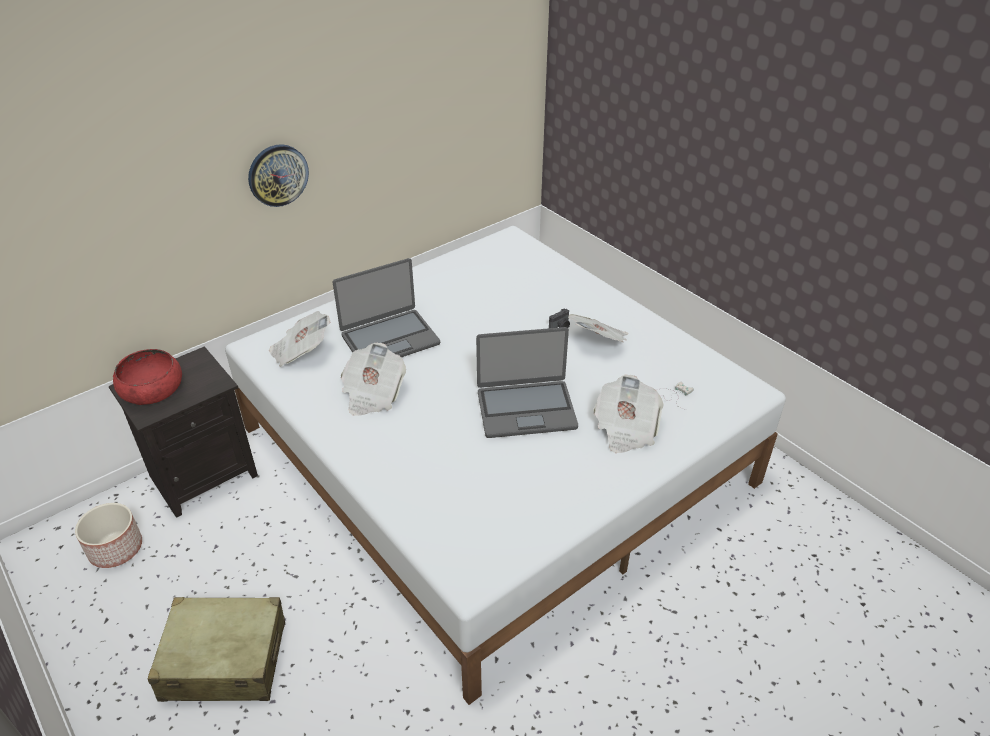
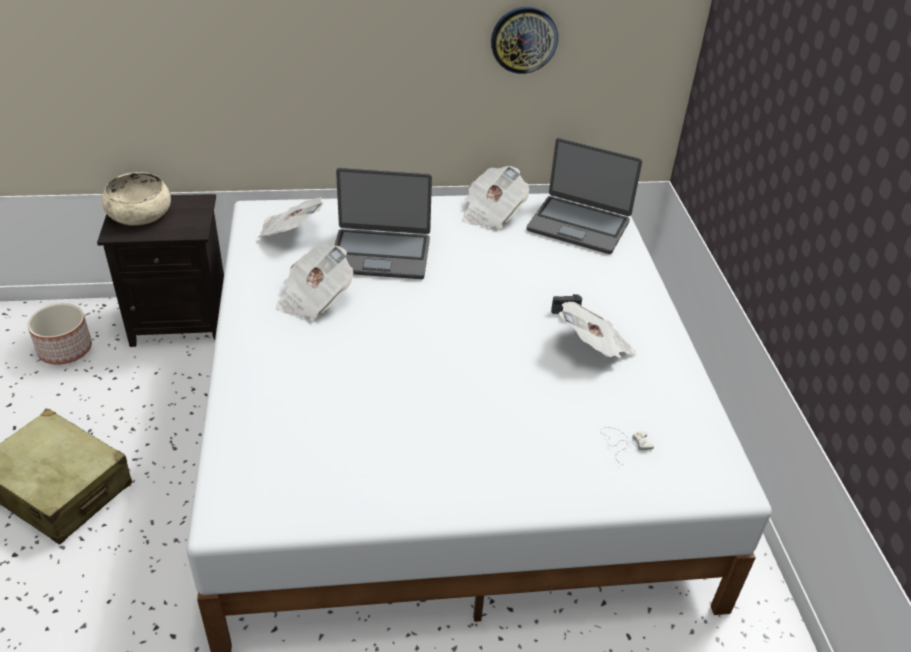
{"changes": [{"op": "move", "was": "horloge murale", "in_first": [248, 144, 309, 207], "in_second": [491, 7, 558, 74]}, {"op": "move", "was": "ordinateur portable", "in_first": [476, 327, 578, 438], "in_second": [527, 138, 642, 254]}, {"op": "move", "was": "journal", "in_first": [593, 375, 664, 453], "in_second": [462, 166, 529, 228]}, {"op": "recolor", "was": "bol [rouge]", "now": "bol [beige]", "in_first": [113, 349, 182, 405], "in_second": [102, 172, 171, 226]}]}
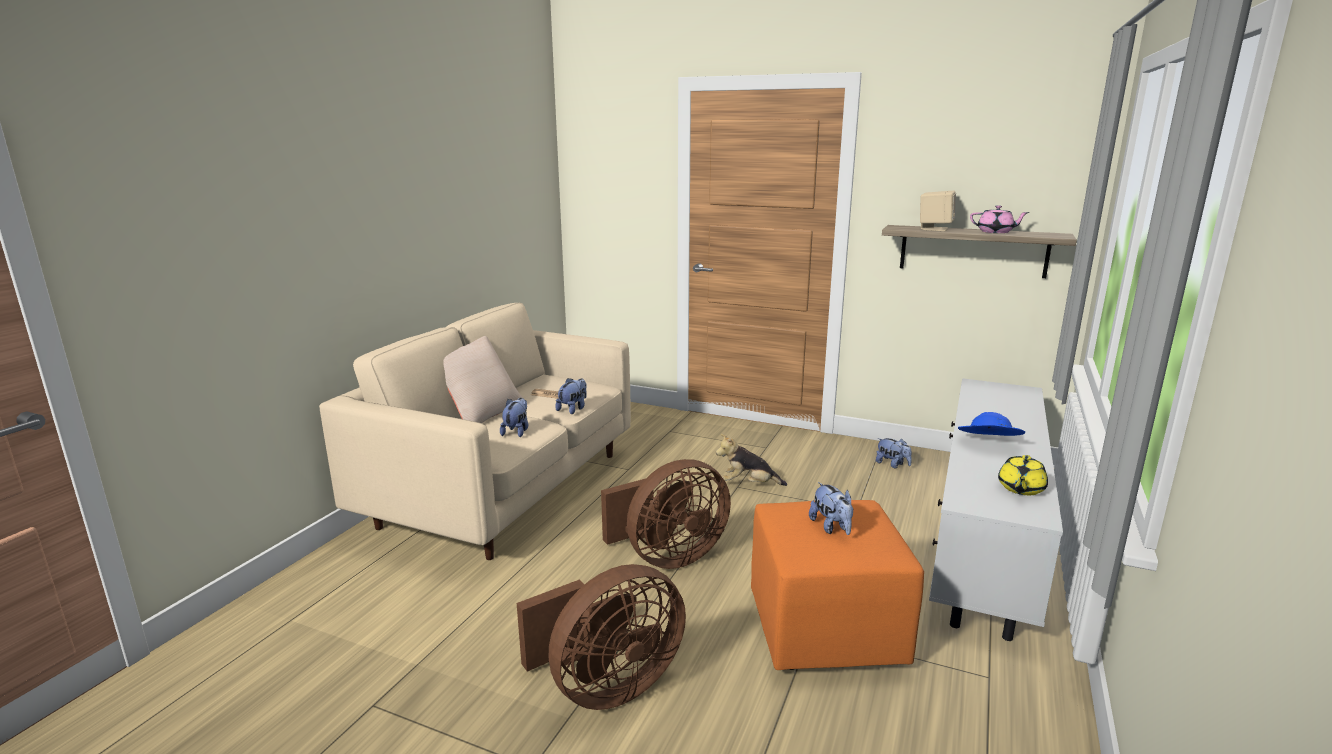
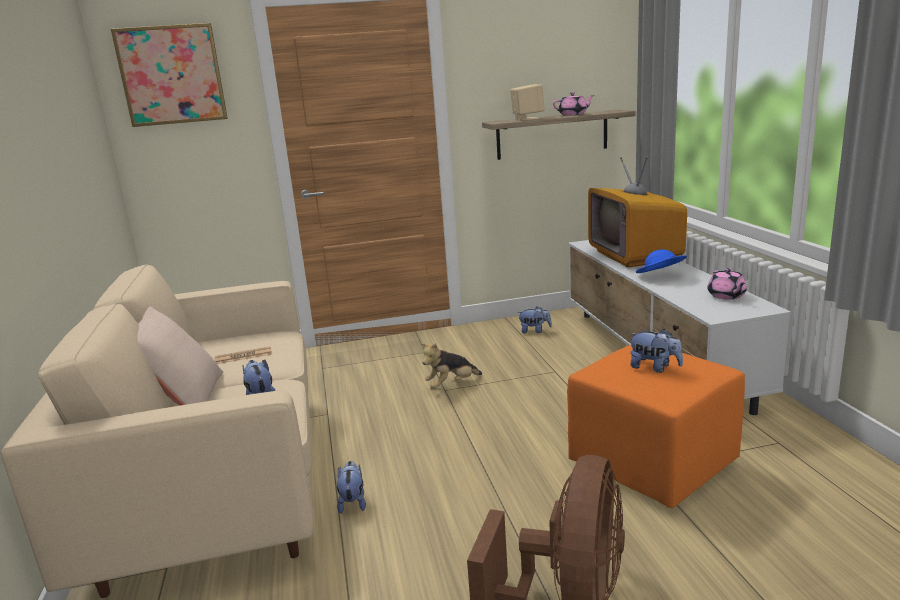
{"changes": [{"op": "delete", "was": "ventilateur [marron]", "in_first": [601, 459, 731, 569]}, {"op": "insert", "now": "tableau", "in_second": [111, 23, 228, 127]}, {"op": "insert", "now": "téléviseur", "in_second": [588, 156, 687, 267]}, {"op": "move", "was": "peluche", "in_first": [555, 378, 587, 414], "in_second": [337, 461, 366, 514]}, {"op": "recolor", "was": "théière [jaune]", "now": "théière [rose]", "in_first": [998, 455, 1048, 495], "in_second": [707, 268, 747, 300]}]}
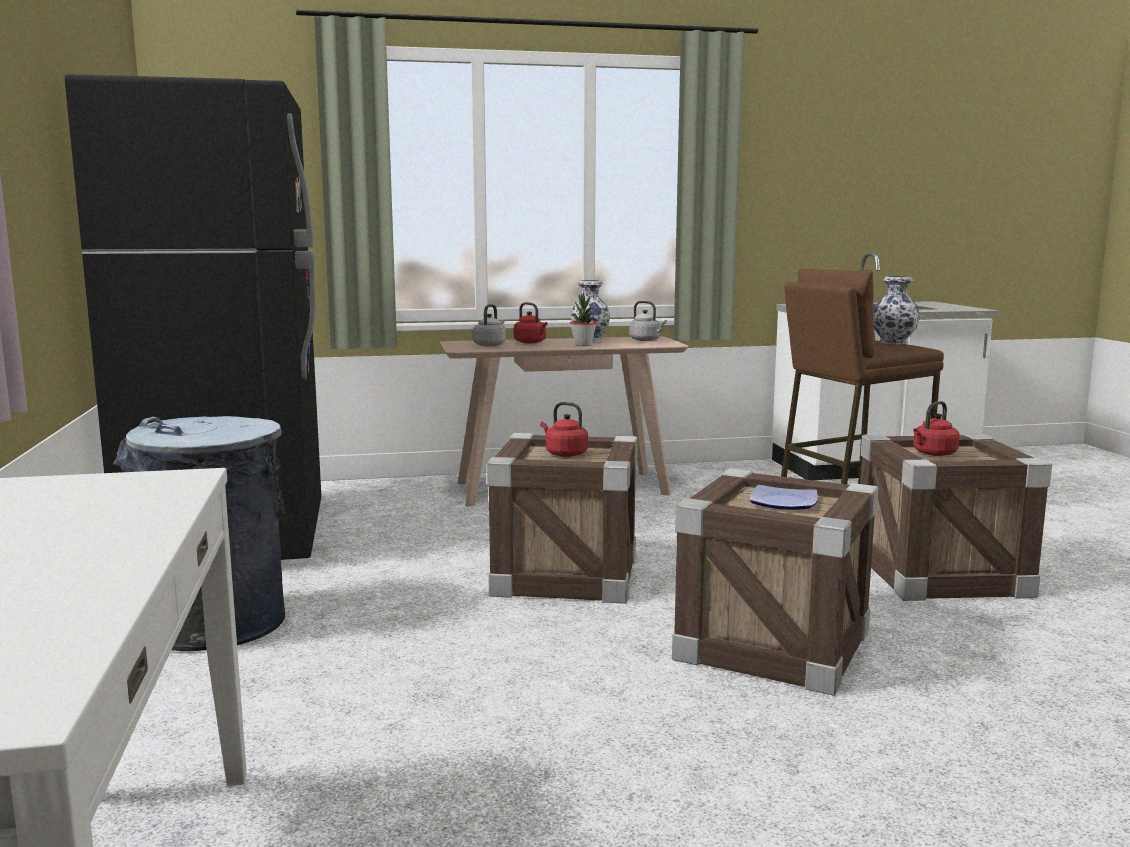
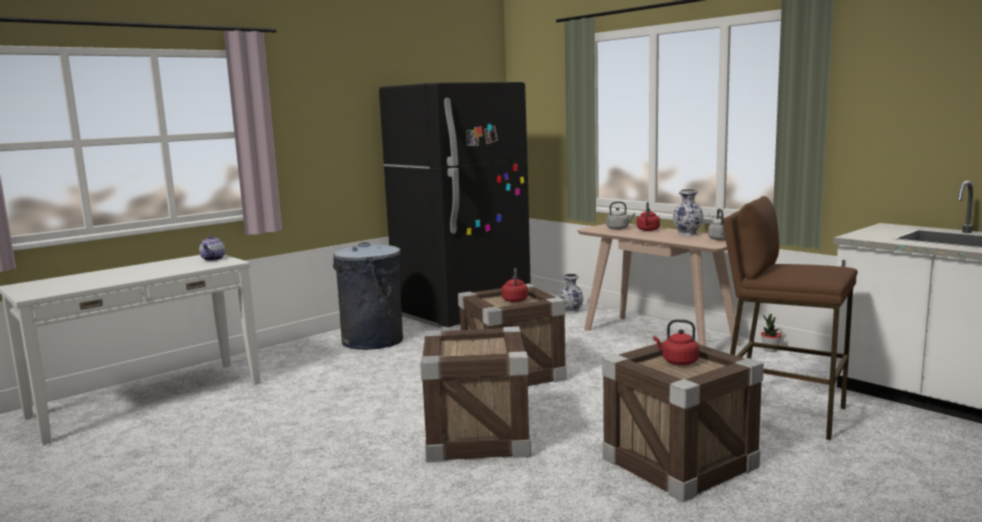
{"changes": [{"op": "delete", "was": "assiette", "in_first": [750, 485, 818, 510]}, {"op": "insert", "now": "théière", "in_second": [199, 235, 225, 261]}, {"op": "move", "was": "plante en pot", "in_first": [570, 294, 596, 346], "in_second": [761, 314, 782, 352]}, {"op": "move", "was": "vase", "in_first": [873, 276, 920, 344], "in_second": [559, 274, 584, 314]}]}
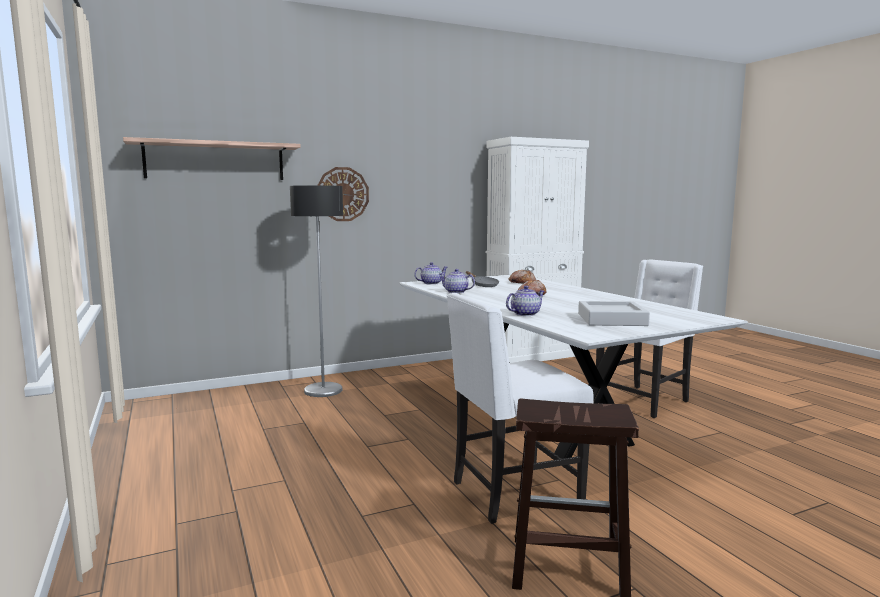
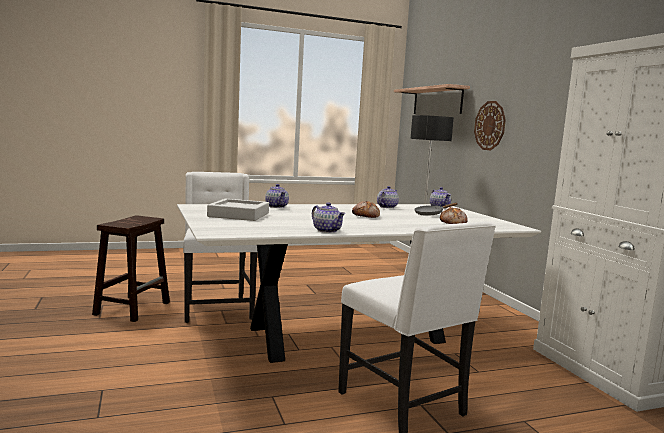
{"changes": [{"op": "insert", "now": "théière", "in_second": [312, 202, 345, 233]}]}
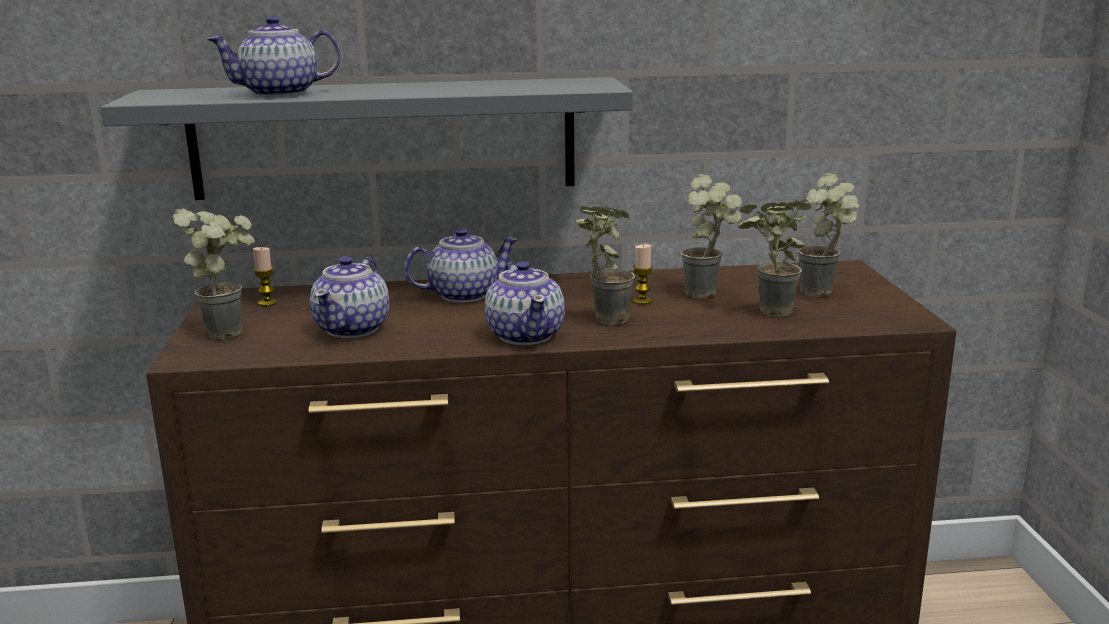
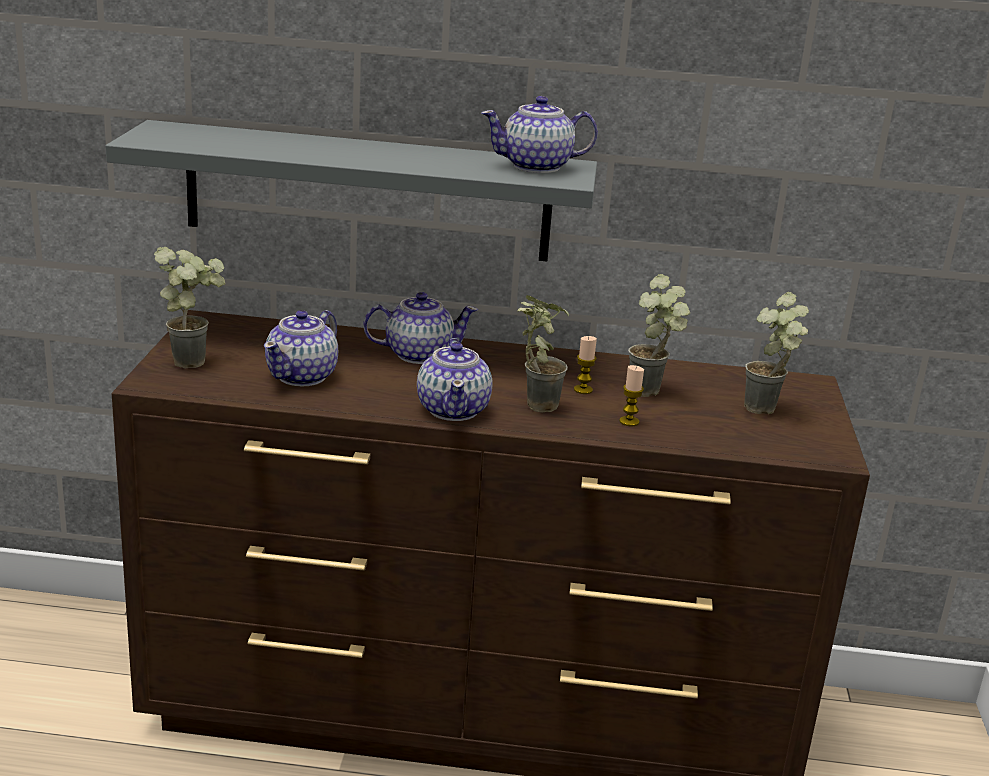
{"changes": [{"op": "delete", "was": "plante en pot", "in_first": [738, 199, 812, 317]}, {"op": "move", "was": "théière", "in_first": [207, 16, 341, 97], "in_second": [481, 96, 598, 173]}, {"op": "move", "was": "bougie", "in_first": [253, 247, 278, 306], "in_second": [619, 365, 644, 426]}]}
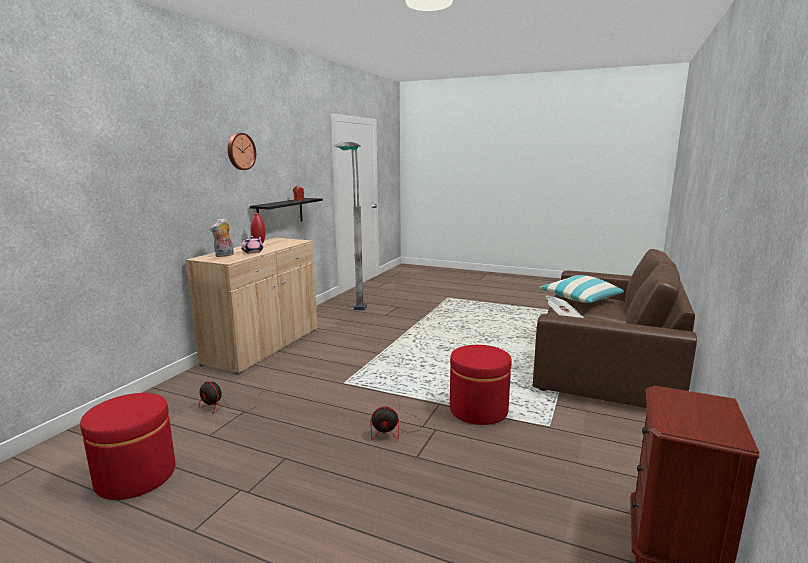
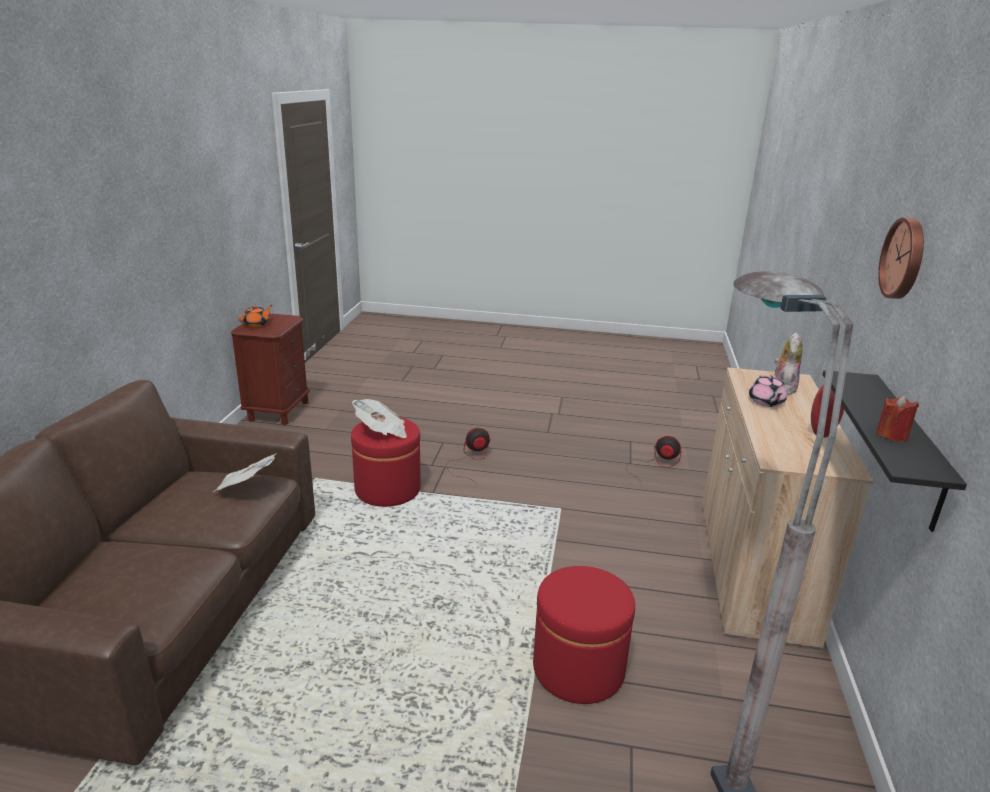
{"changes": [{"op": "delete", "was": "coussin", "in_first": [540, 275, 624, 303]}, {"op": "insert", "now": "théière [orange]", "in_second": [239, 305, 272, 328]}, {"op": "insert", "now": "journal", "in_second": [352, 399, 407, 438]}, {"op": "move", "was": "pouf [rouge]", "in_first": [80, 393, 176, 500], "in_second": [533, 566, 635, 704]}]}
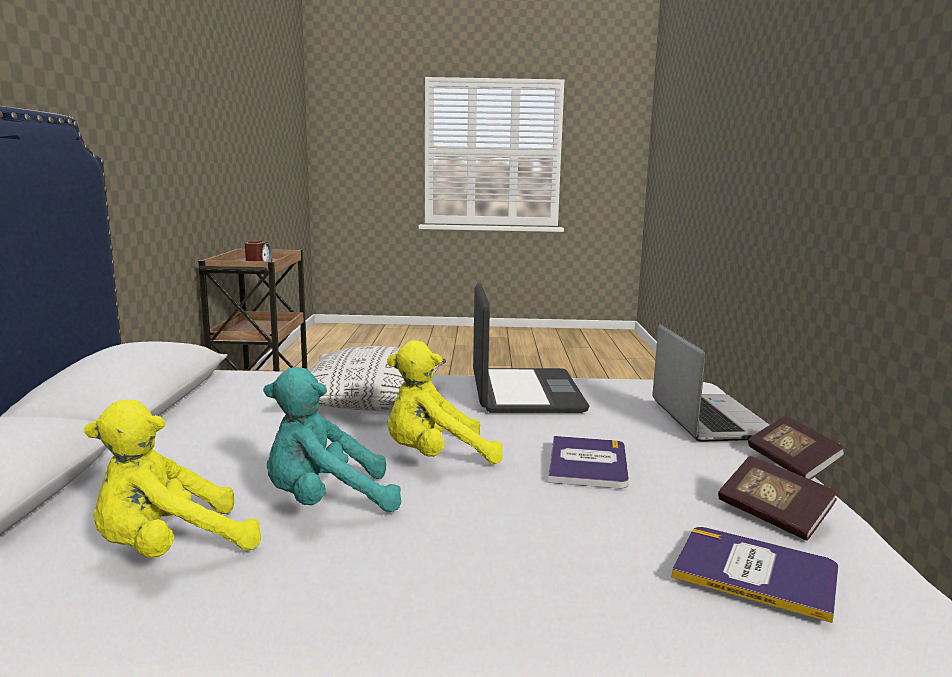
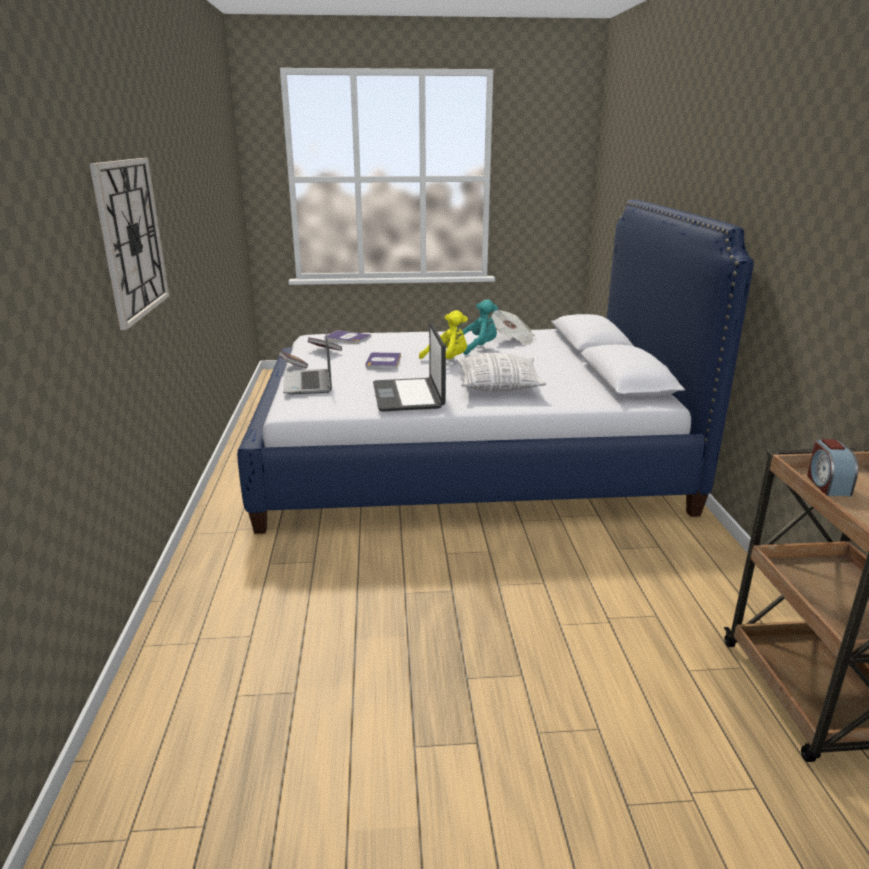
{"changes": [{"op": "insert", "now": "horloge murale", "in_second": [89, 158, 169, 330]}, {"op": "replace", "was": "peluche [jaune]", "now": "journal", "in_first": [84, 399, 261, 558], "in_second": [491, 310, 535, 345]}]}
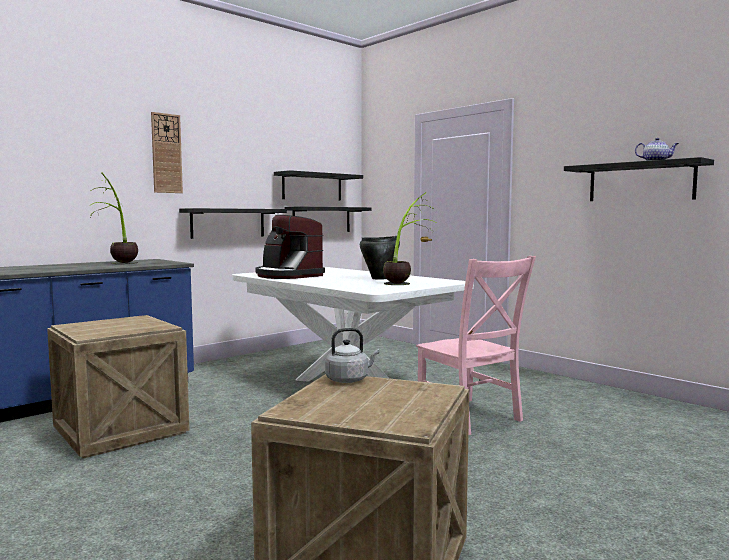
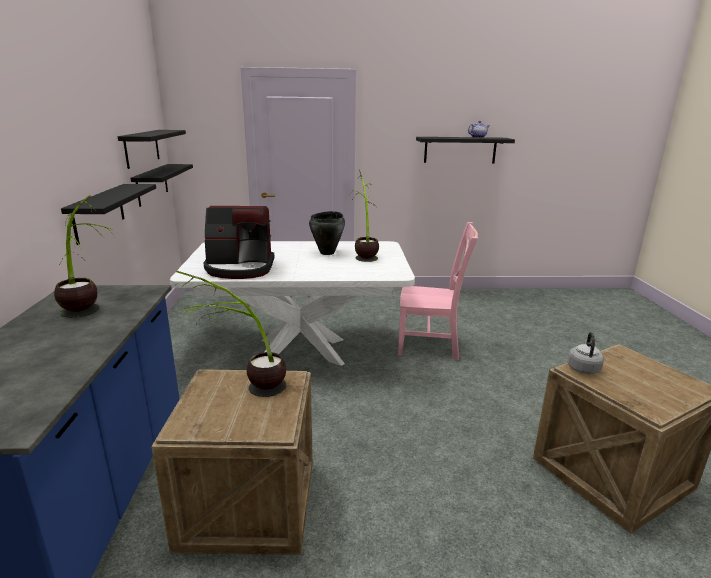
{"changes": [{"op": "delete", "was": "horloge murale", "in_first": [151, 112, 183, 193]}, {"op": "insert", "now": "plante en pot", "in_second": [177, 271, 286, 397]}]}
